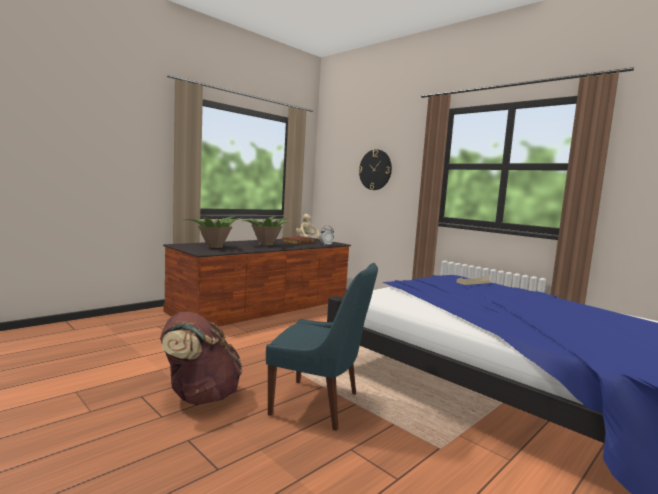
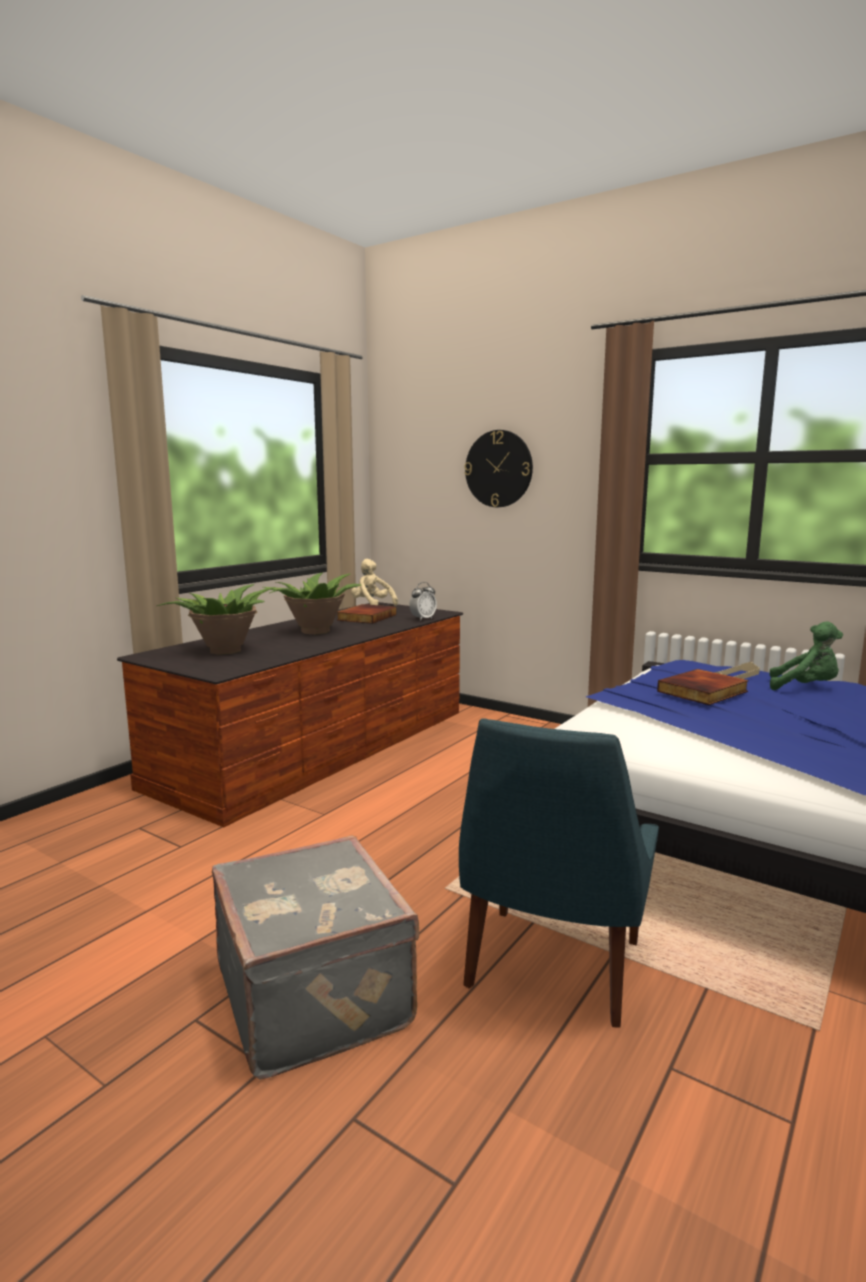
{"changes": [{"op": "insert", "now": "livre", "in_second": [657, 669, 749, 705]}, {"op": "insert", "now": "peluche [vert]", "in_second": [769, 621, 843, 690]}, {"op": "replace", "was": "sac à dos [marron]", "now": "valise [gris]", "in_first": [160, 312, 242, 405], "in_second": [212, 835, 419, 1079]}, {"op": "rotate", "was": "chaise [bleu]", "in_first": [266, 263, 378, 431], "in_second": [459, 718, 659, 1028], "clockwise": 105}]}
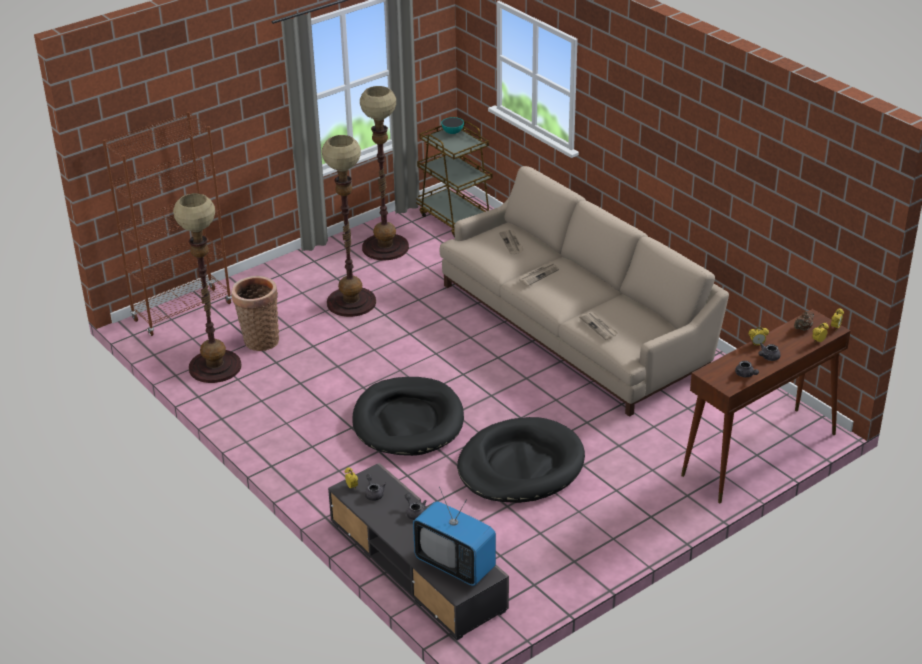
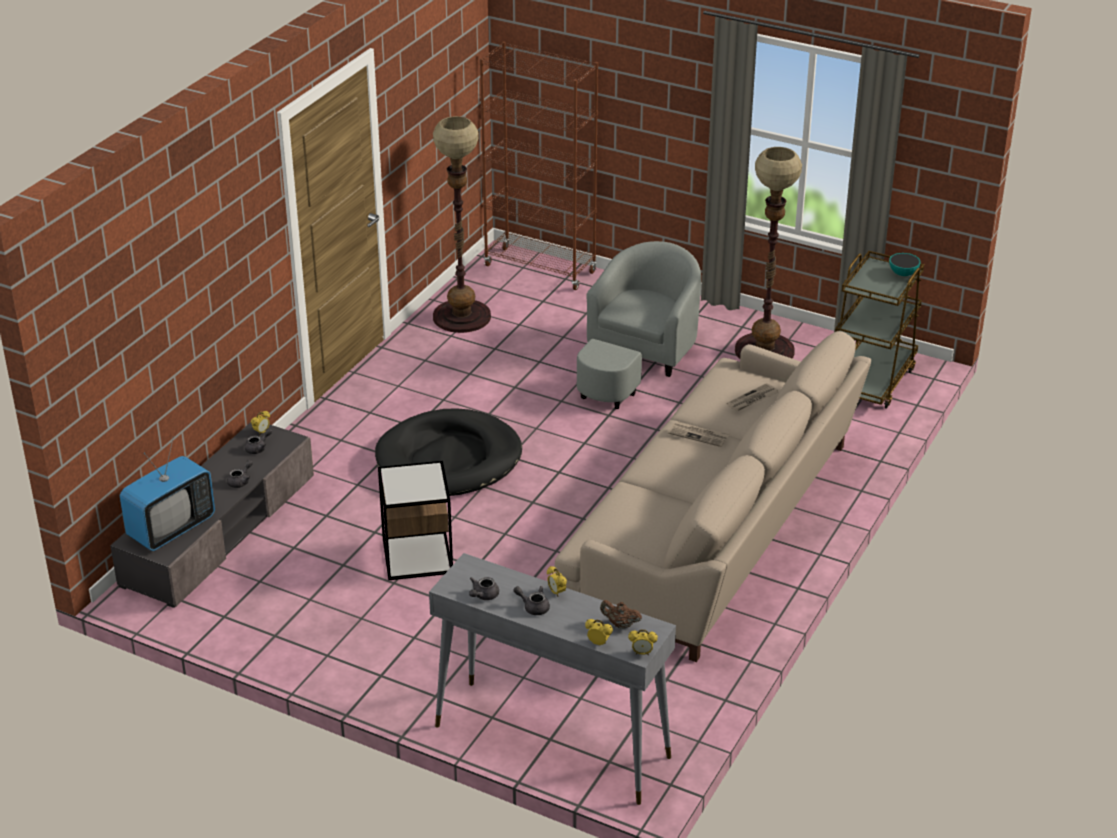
{"changes": [{"op": "delete", "was": "panier", "in_first": [232, 276, 279, 351]}, {"op": "delete", "was": "journal", "in_first": [579, 312, 618, 340]}, {"op": "replace", "was": "lampadaire", "now": "fauteuil [gris]", "in_first": [322, 135, 376, 317], "in_second": [577, 241, 701, 409]}, {"op": "replace", "was": "panier pour chien [noir]", "now": "table d'appoint", "in_first": [457, 417, 585, 503], "in_second": [378, 461, 453, 580]}, {"op": "recolor", "was": "table console [marron]", "now": "table console [gris]", "in_first": [681, 309, 851, 503], "in_second": [429, 553, 676, 805]}, {"op": "rotate", "was": "téléviseur", "in_first": [413, 487, 496, 586], "in_second": [120, 439, 215, 551], "clockwise": -150}]}
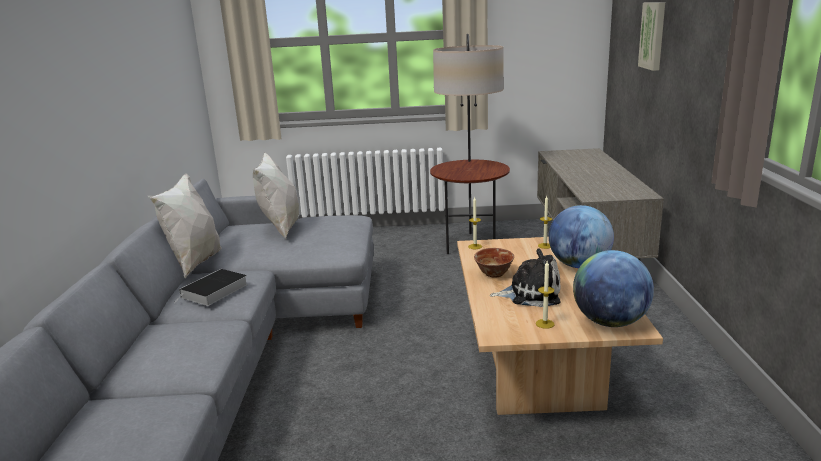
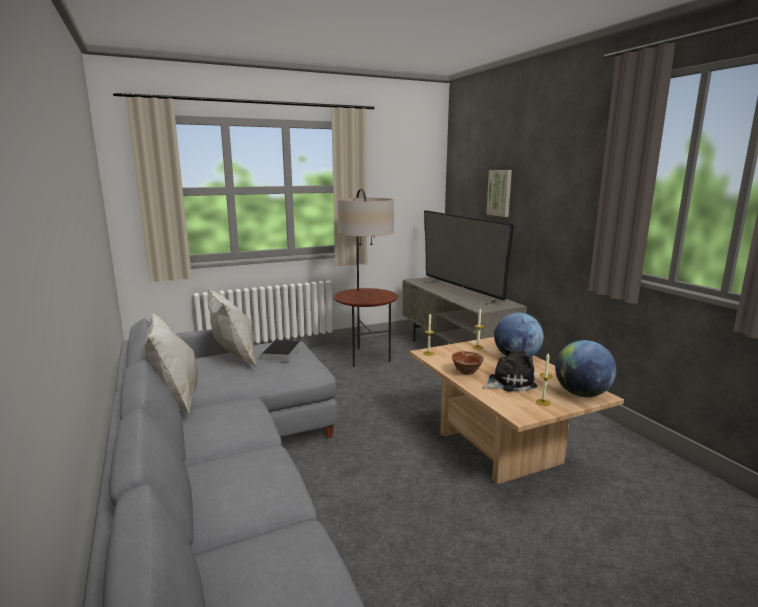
{"changes": [{"op": "insert", "now": "téléviseur", "in_second": [424, 210, 514, 304]}, {"op": "move", "was": "livre", "in_first": [178, 269, 248, 306], "in_second": [260, 340, 300, 363]}]}
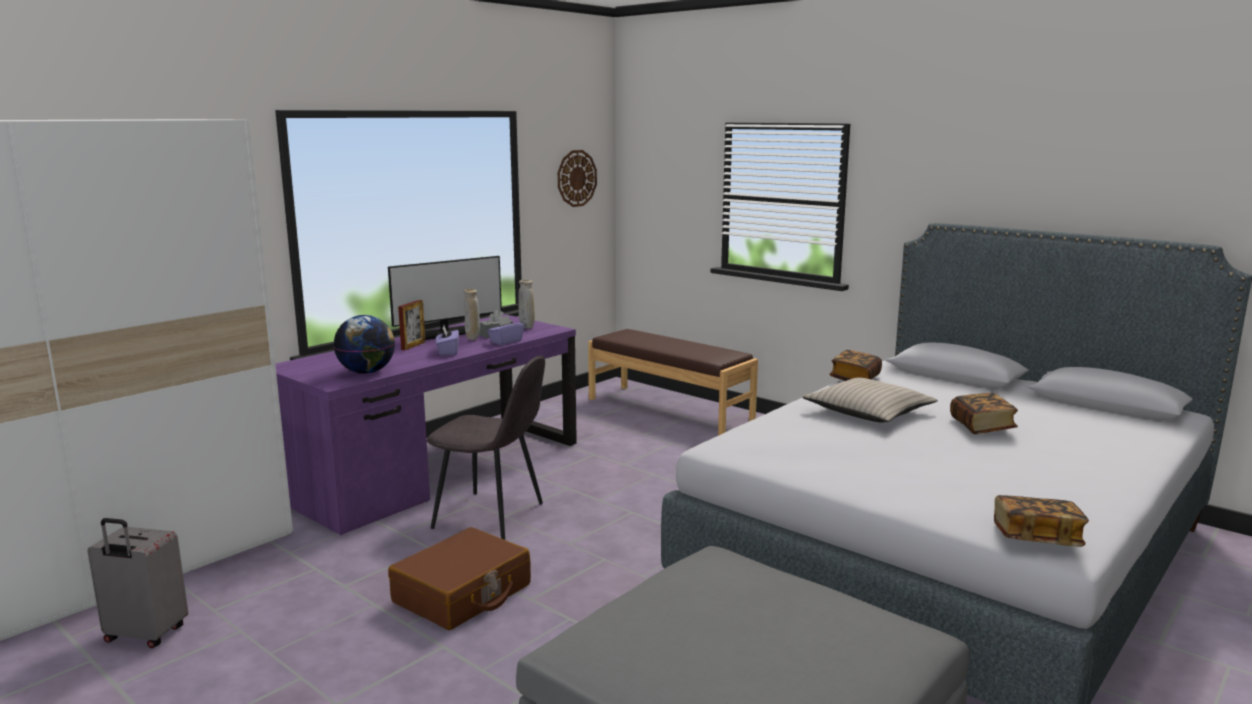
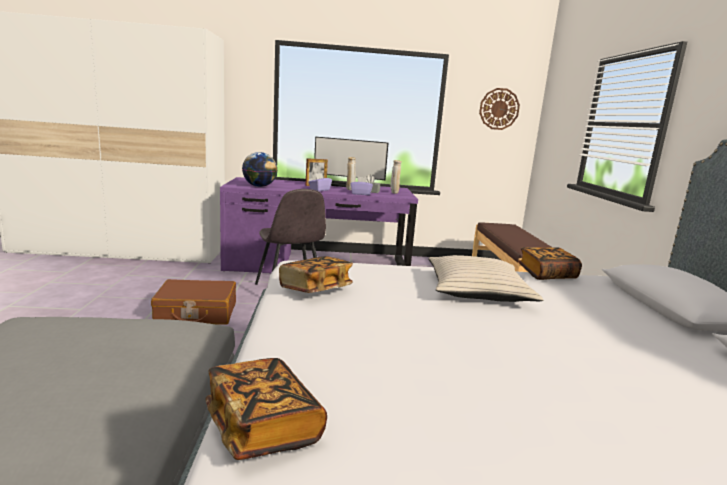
{"changes": [{"op": "delete", "was": "valise [gris]", "in_first": [87, 518, 188, 648]}, {"op": "move", "was": "livre", "in_first": [950, 393, 1018, 434], "in_second": [279, 256, 353, 293]}]}
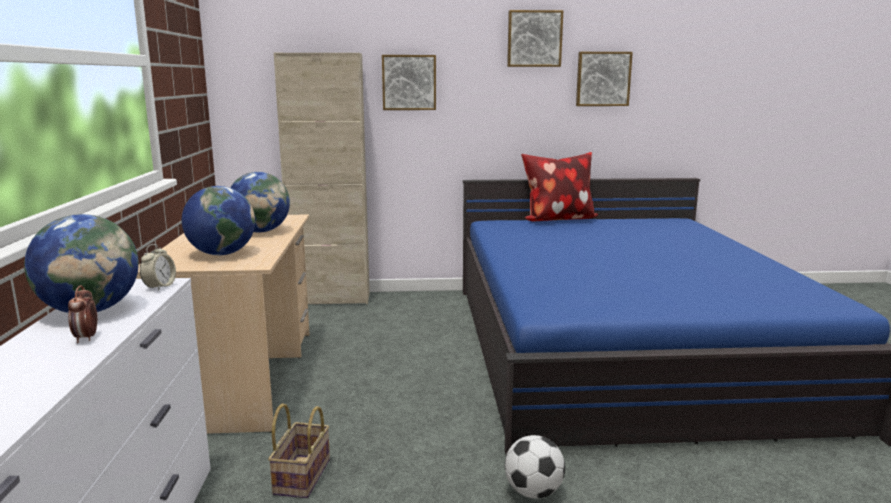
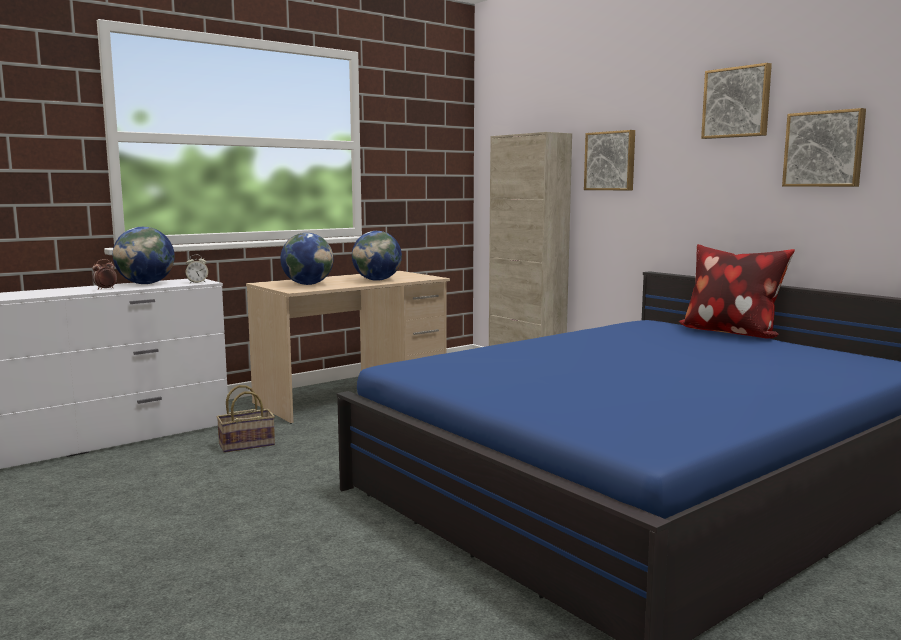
{"changes": [{"op": "delete", "was": "ballon de foot", "in_first": [505, 435, 565, 499]}]}
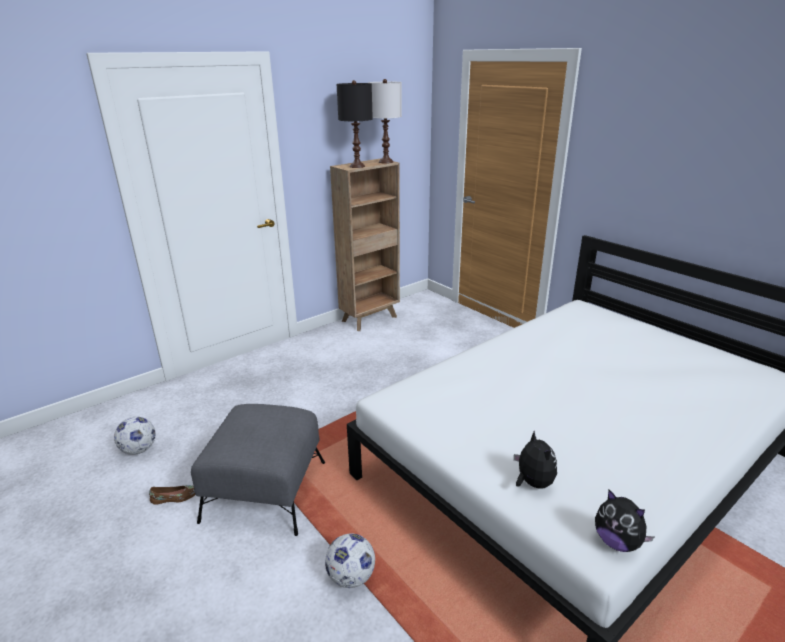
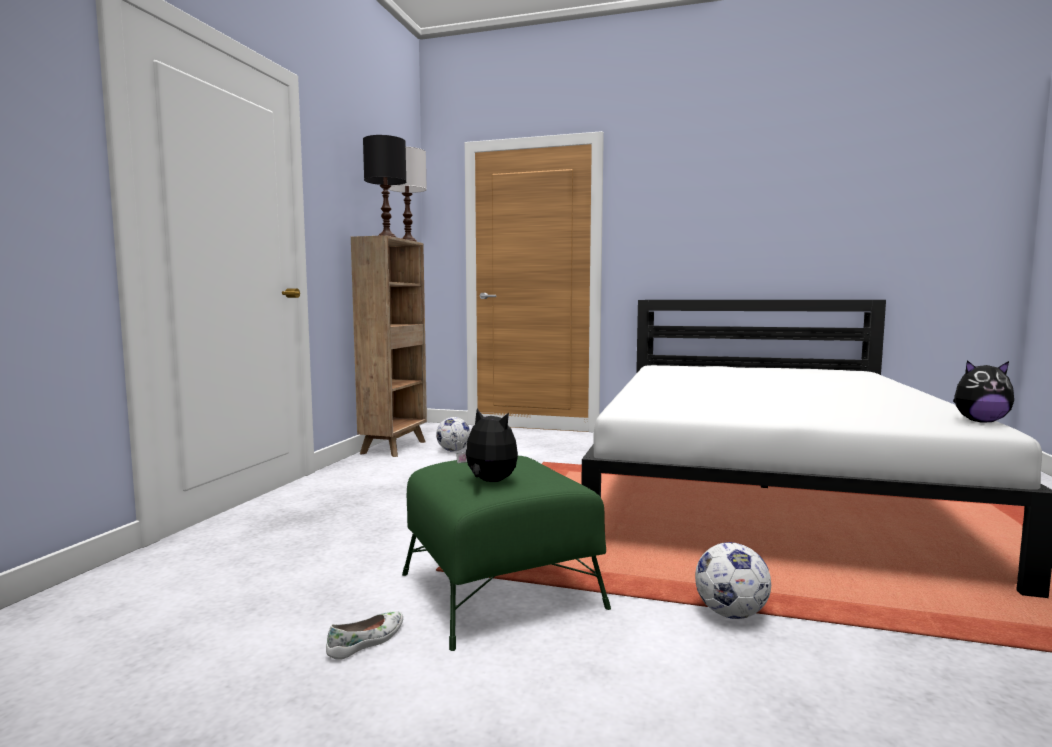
{"changes": [{"op": "move", "was": "ballon de foot", "in_first": [114, 417, 156, 455], "in_second": [436, 417, 471, 451]}, {"op": "move", "was": "peluche", "in_first": [514, 431, 557, 489], "in_second": [456, 408, 518, 482]}, {"op": "recolor", "was": "chaussure [marron]", "now": "chaussure [blanc]", "in_first": [149, 485, 195, 505], "in_second": [326, 611, 403, 660]}, {"op": "recolor", "was": "pouf [gris]", "now": "pouf [vert]", "in_first": [191, 404, 325, 536], "in_second": [402, 456, 611, 651]}]}
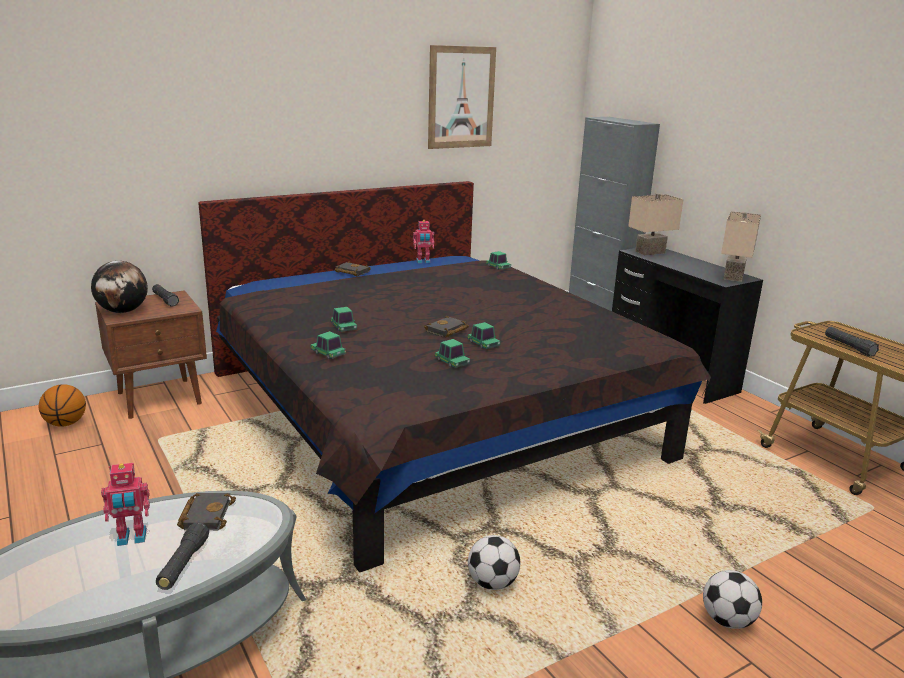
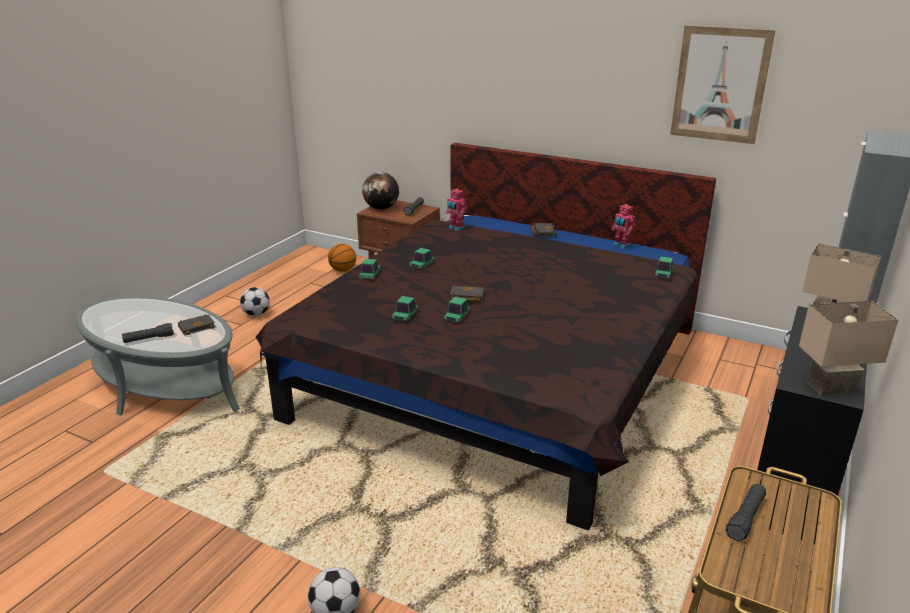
{"changes": [{"op": "move", "was": "robot jouet", "in_first": [101, 463, 150, 546], "in_second": [446, 188, 467, 231]}, {"op": "move", "was": "ballon de foot", "in_first": [468, 535, 520, 590], "in_second": [240, 287, 270, 316]}]}
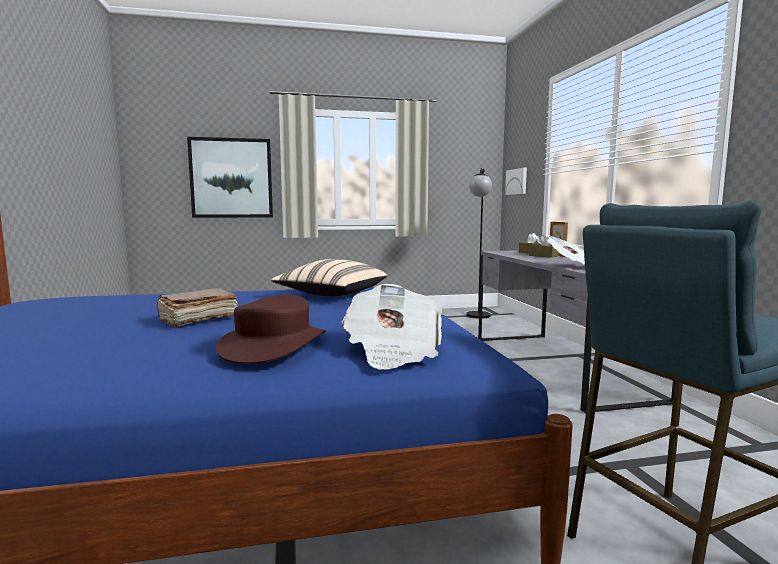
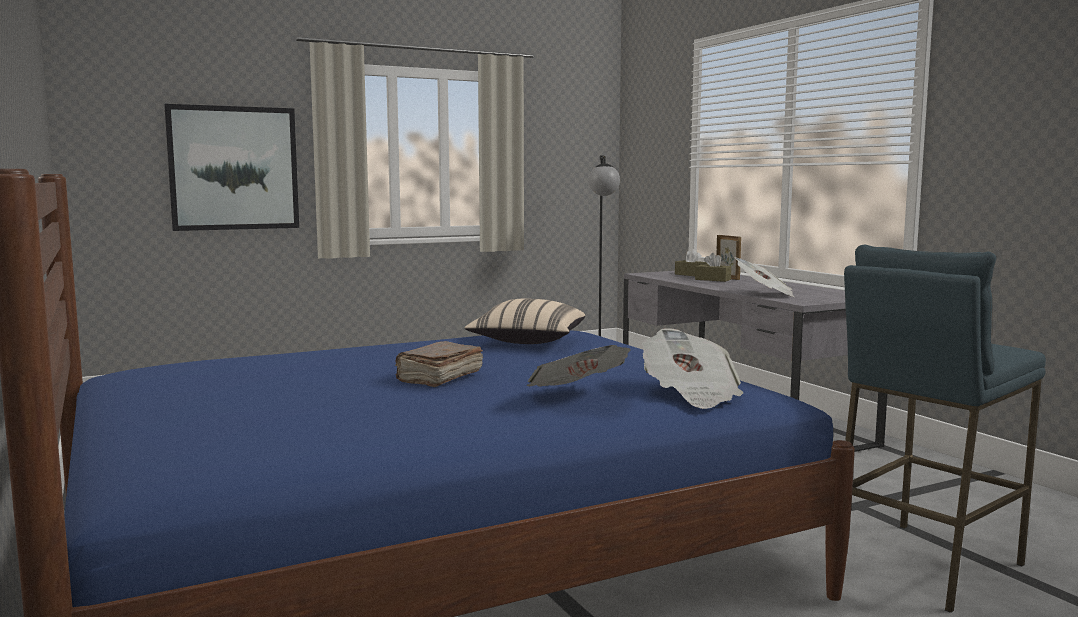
{"changes": [{"op": "delete", "was": "tableau", "in_first": [505, 168, 527, 195]}, {"op": "replace", "was": "chapeau [marron]", "now": "journal", "in_first": [216, 295, 326, 364], "in_second": [526, 345, 631, 387]}]}
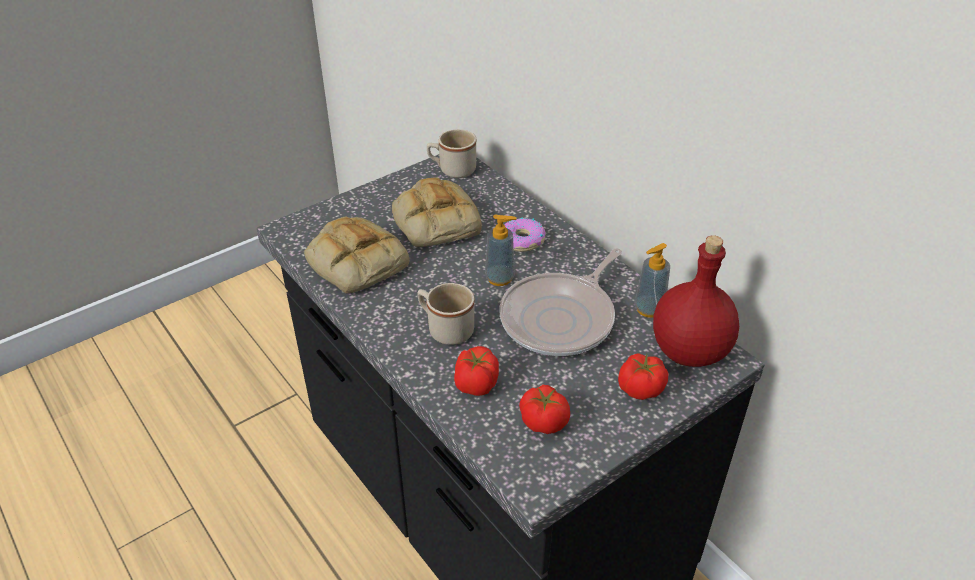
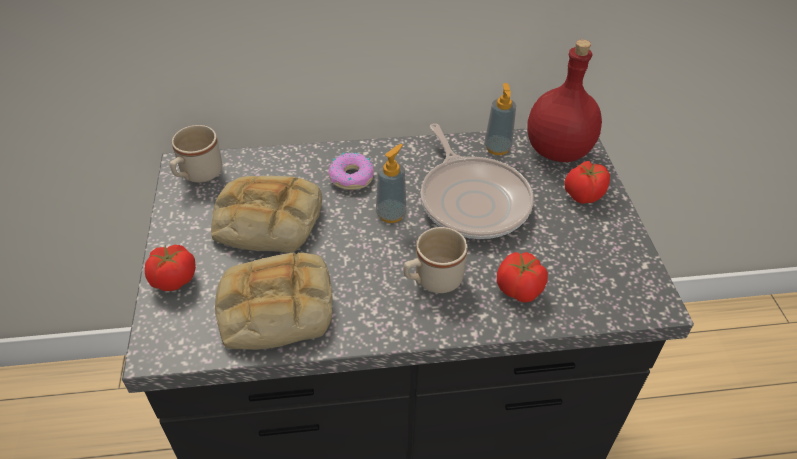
{"changes": [{"op": "move", "was": "tomate", "in_first": [519, 385, 570, 434], "in_second": [145, 245, 196, 291]}]}
